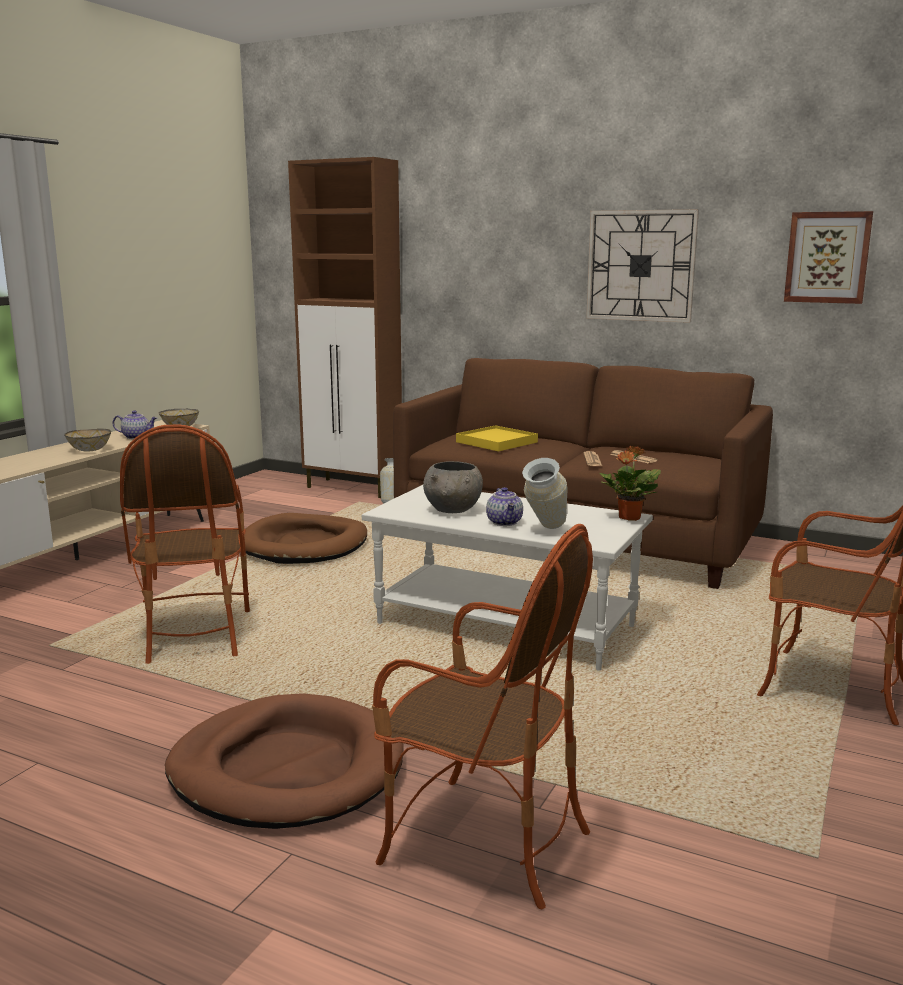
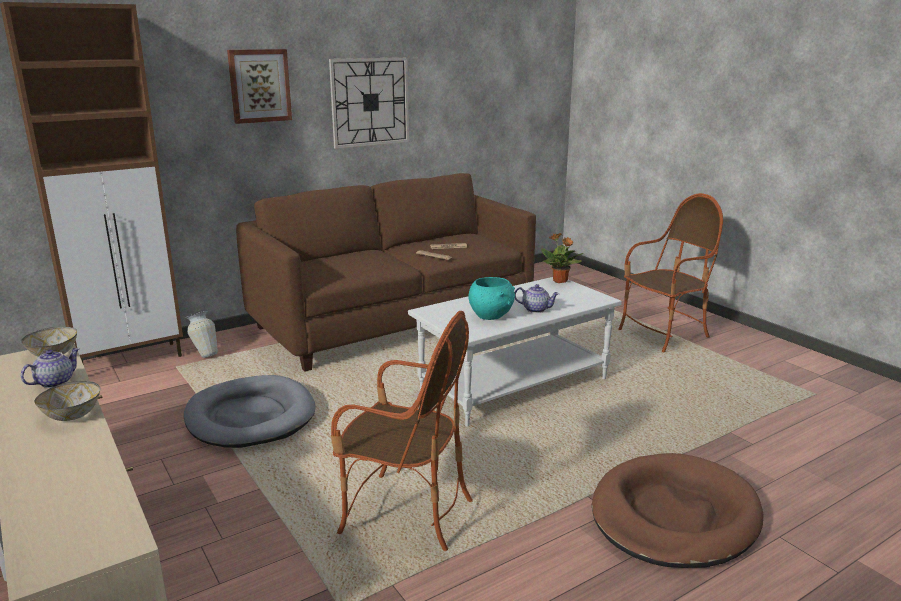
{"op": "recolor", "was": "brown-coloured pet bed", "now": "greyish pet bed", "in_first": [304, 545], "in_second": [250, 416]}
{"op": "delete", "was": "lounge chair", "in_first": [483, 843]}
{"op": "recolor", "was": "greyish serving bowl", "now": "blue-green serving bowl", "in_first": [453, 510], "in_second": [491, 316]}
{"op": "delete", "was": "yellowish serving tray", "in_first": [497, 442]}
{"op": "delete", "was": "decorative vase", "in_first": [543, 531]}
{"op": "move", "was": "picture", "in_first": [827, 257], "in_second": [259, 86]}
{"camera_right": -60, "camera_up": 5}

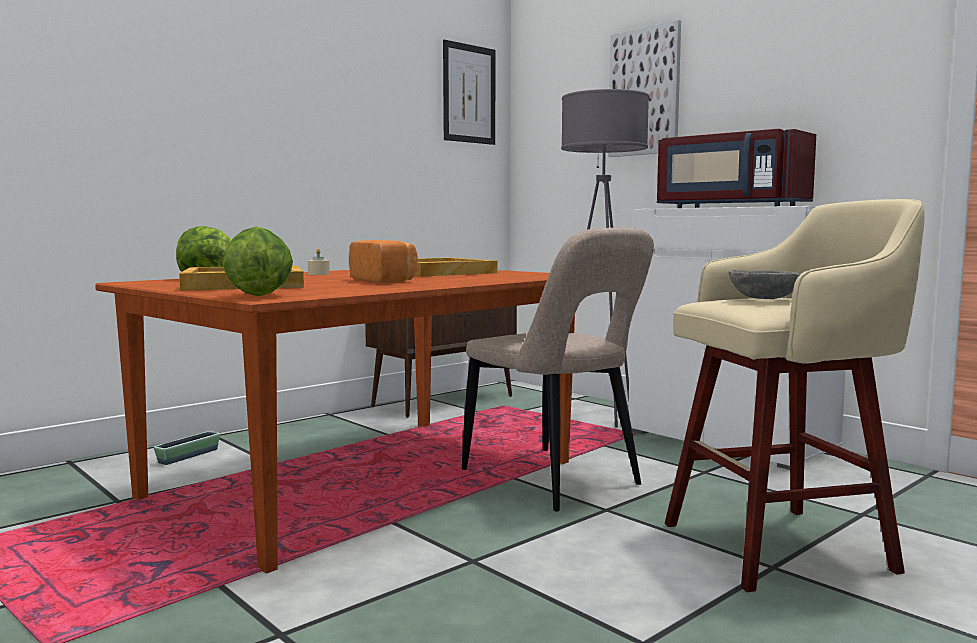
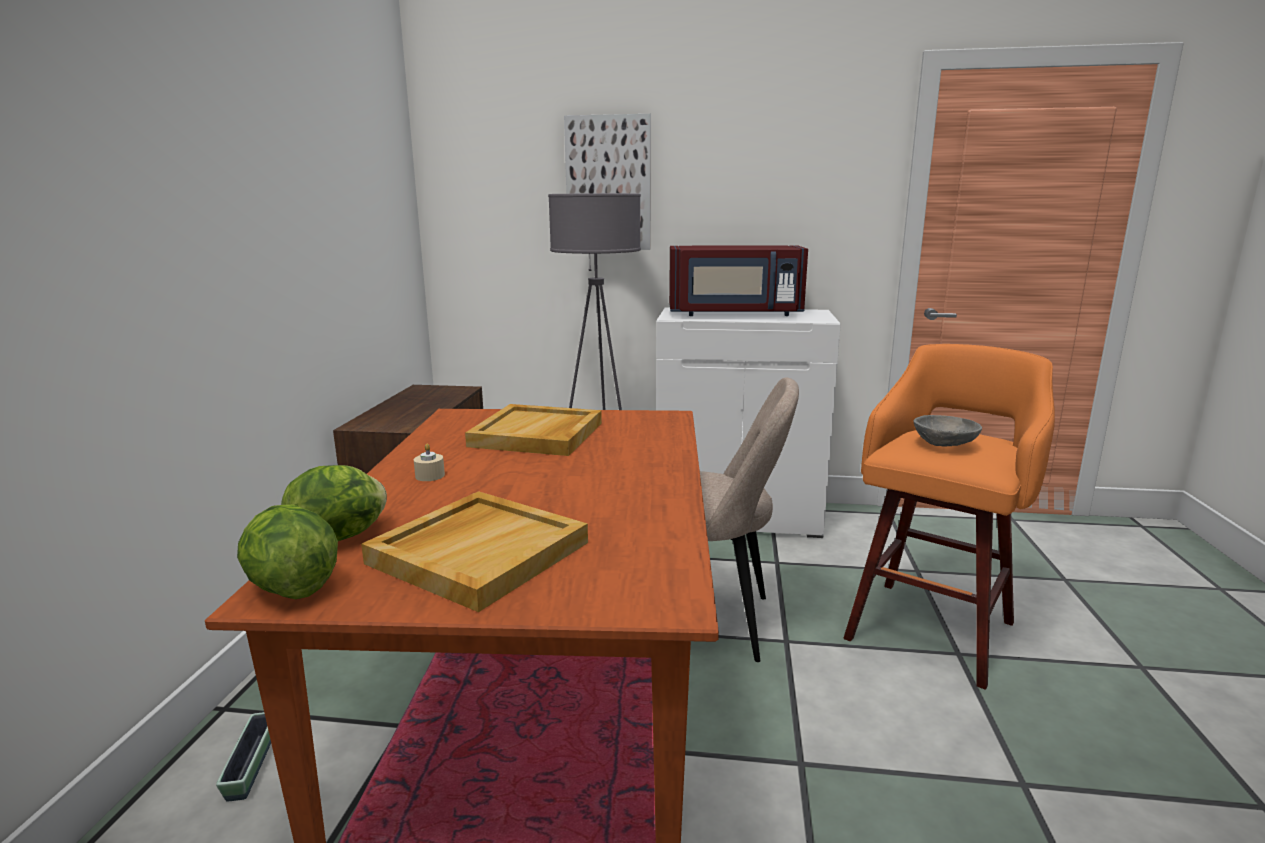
{"op": "move", "was": "lettuce head", "in_first": [259, 295], "in_second": [291, 588]}
{"op": "delete", "was": "baked bread", "in_first": [385, 281]}
{"op": "delete", "was": "picture", "in_first": [469, 94]}
{"op": "recolor", "was": "beige stool", "now": "orangey stool", "in_first": [783, 546], "in_second": [932, 627]}
{"camera_right": -40, "camera_up": 10}

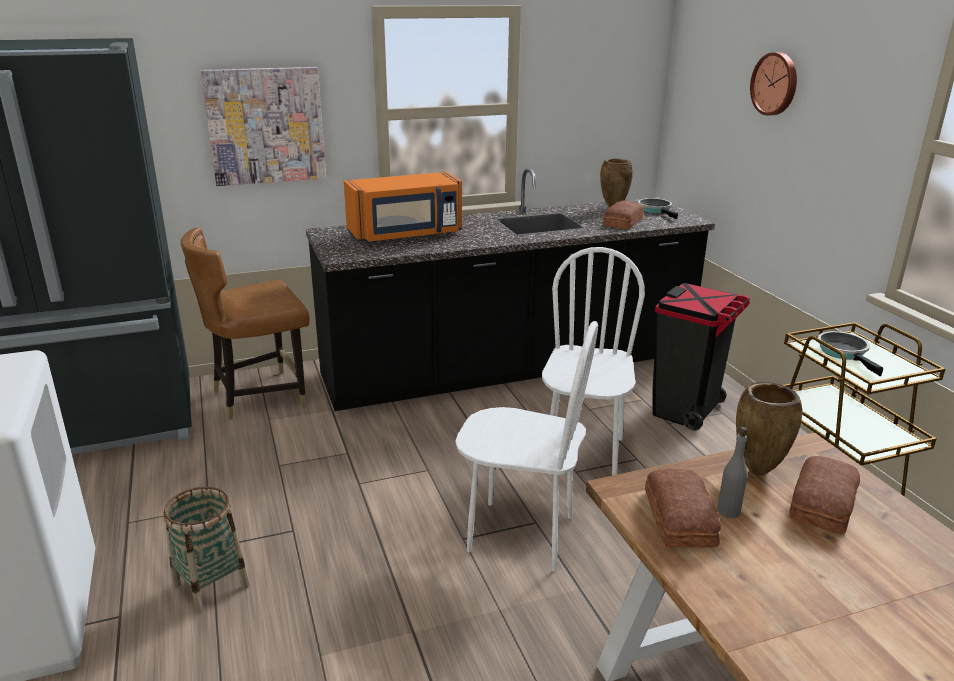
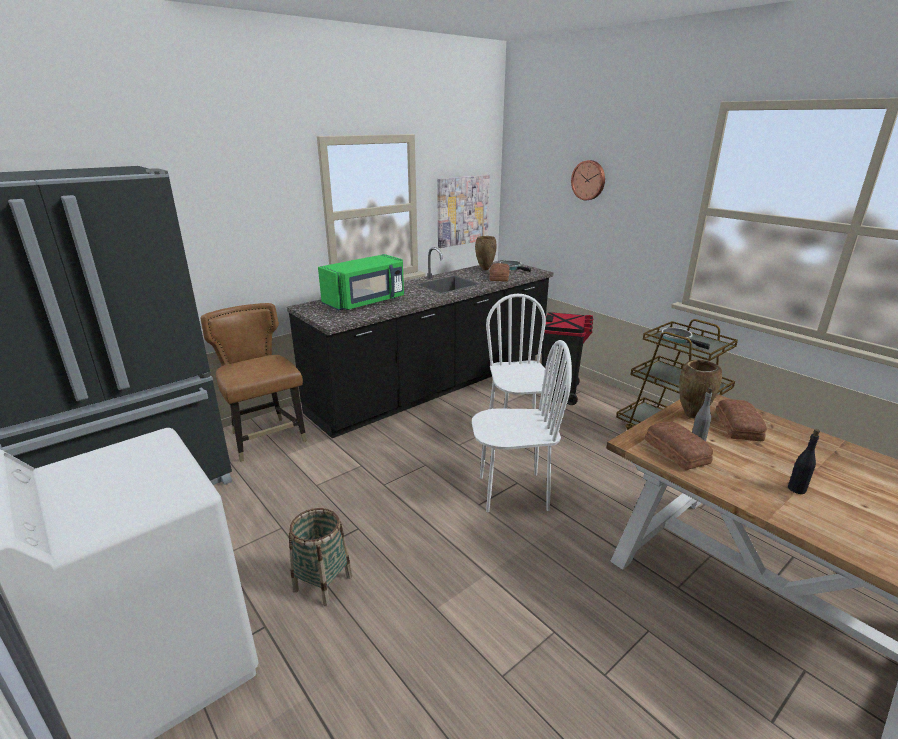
{"op": "rotate", "was": "brown-coloured plain chair", "in_first": [259, 396], "in_second": [266, 438], "clockwise": 105}
{"op": "move", "was": "picture", "in_first": [266, 126], "in_second": [462, 210]}
{"op": "recolor", "was": "orangey microwave oven", "now": "green microwave oven", "in_first": [406, 235], "in_second": [366, 302]}
{"op": "insert", "now": "blackish beverage bottle", "in_second": [796, 489]}
{"camera_right": -20, "camera_up": 0}

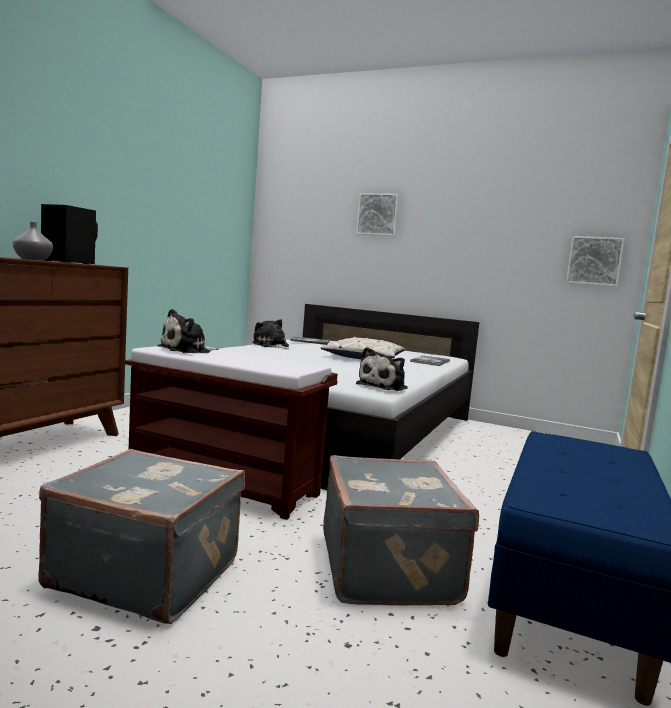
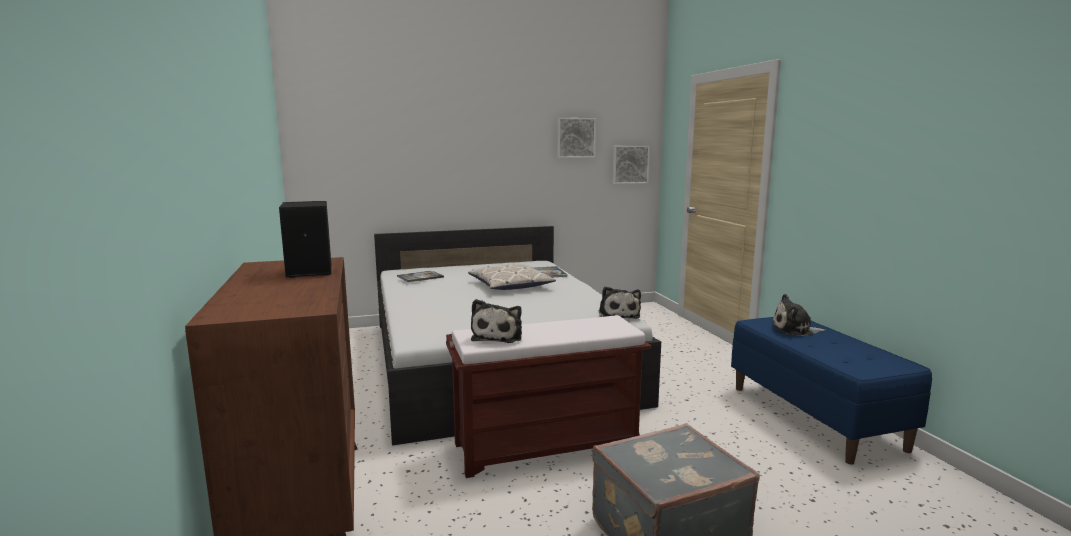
{"op": "delete", "was": "greyish decorative vase", "in_first": [32, 259]}
{"op": "move", "was": "plush toy", "in_first": [271, 345], "in_second": [795, 330]}
{"op": "delete", "was": "greyish suitcase", "in_first": [390, 568]}
{"op": "move", "was": "picture", "in_first": [378, 214], "in_second": [575, 137]}
{"camera_right": -40, "camera_up": 5}

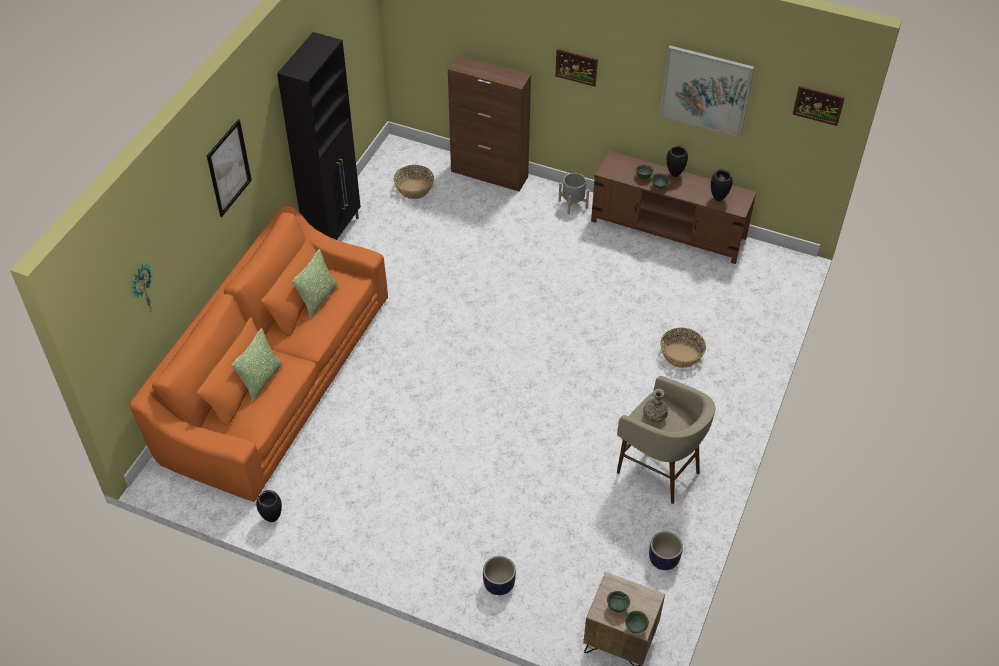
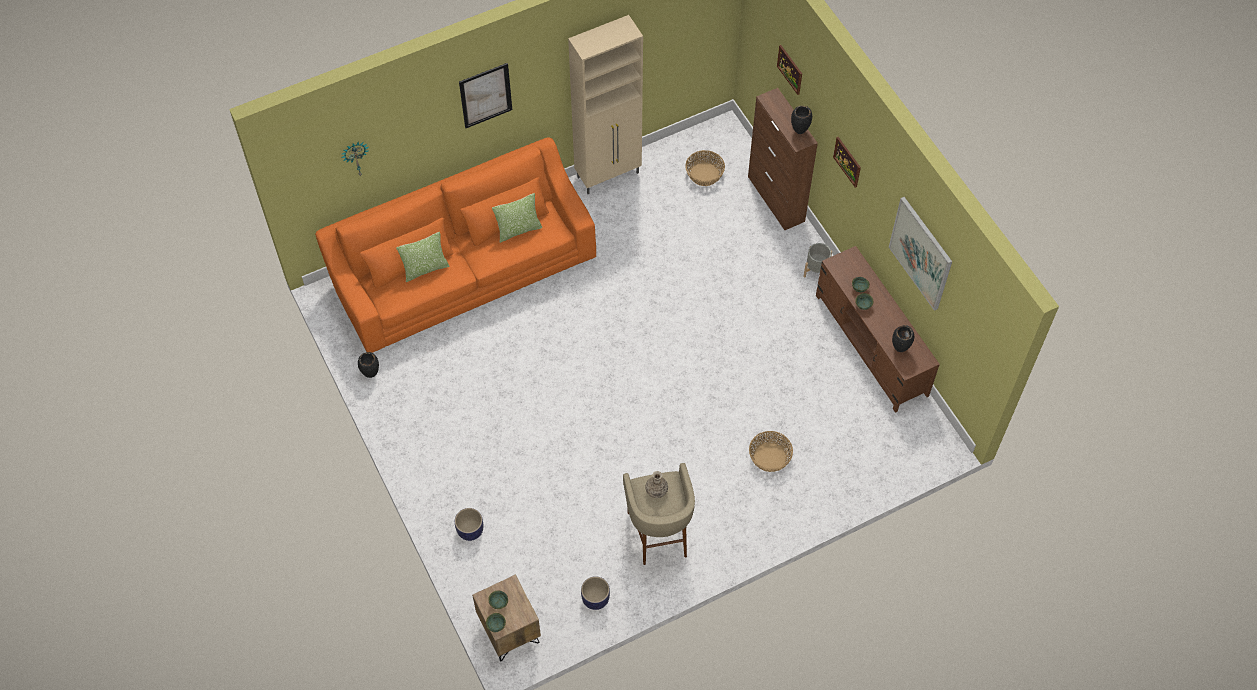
{"op": "recolor", "was": "blackish cupboard", "now": "beige cupboard", "in_first": [334, 233], "in_second": [609, 175]}
{"op": "move", "was": "blackish decorative vase", "in_first": [674, 175], "in_second": [799, 131]}
{"op": "move", "was": "picture", "in_first": [818, 105], "in_second": [790, 69]}
{"camera_right": 40, "camera_up": 10}

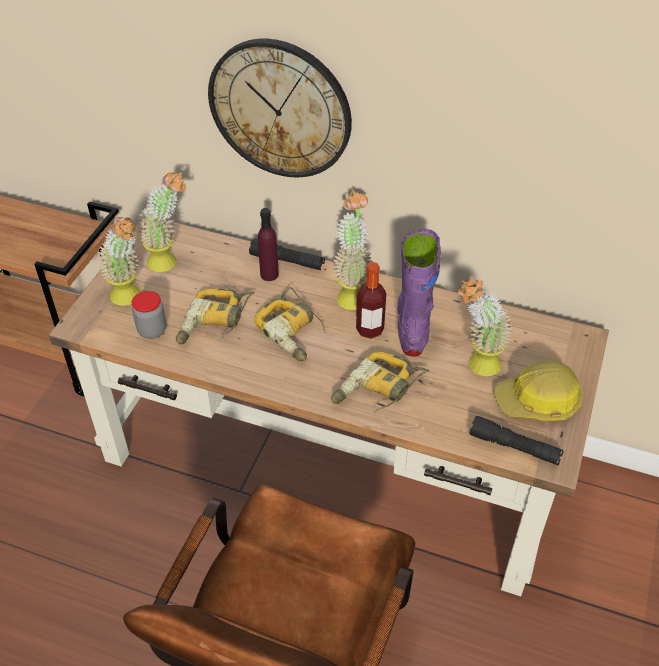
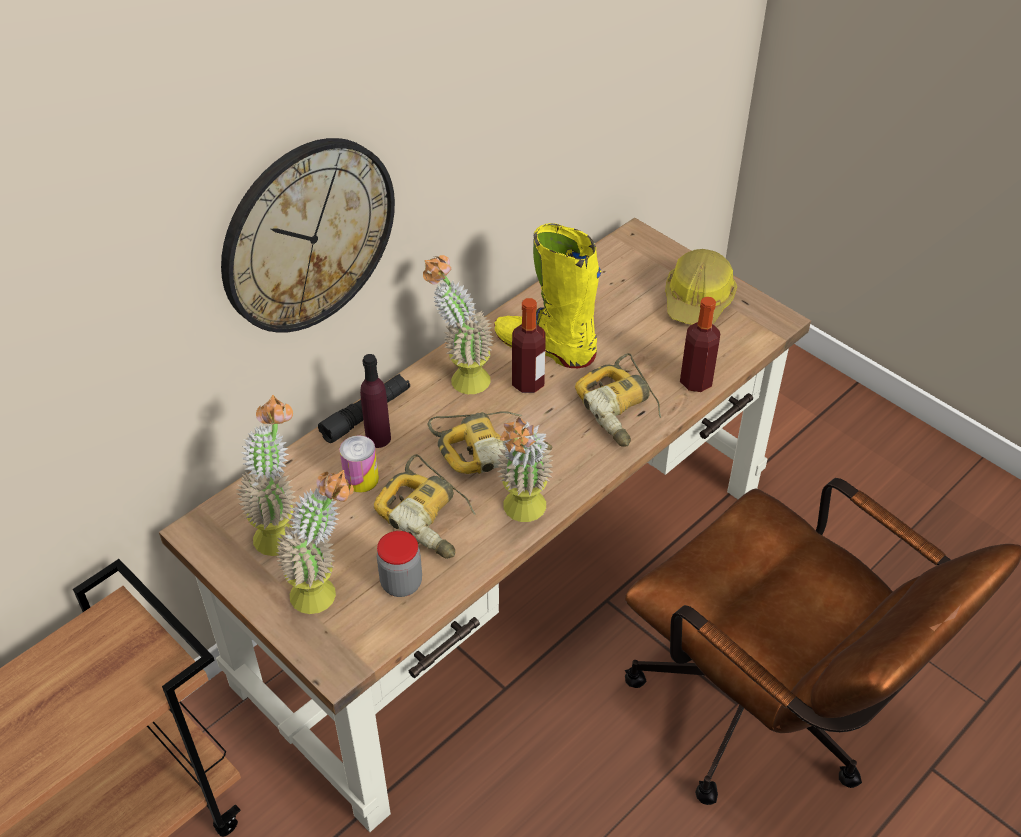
{"op": "recolor", "was": "purple-coloured boot", "now": "yellowish boot", "in_first": [412, 327], "in_second": [545, 348]}
{"op": "move", "was": "plant in a pot", "in_first": [476, 366], "in_second": [523, 514]}
{"op": "delete", "was": "blackish hand torch", "in_first": [514, 447]}
{"op": "insert", "now": "metal can", "in_second": [361, 479]}
{"op": "insert", "now": "beverage bottle", "in_second": [696, 381]}
{"camera_right": -65, "camera_up": 0}

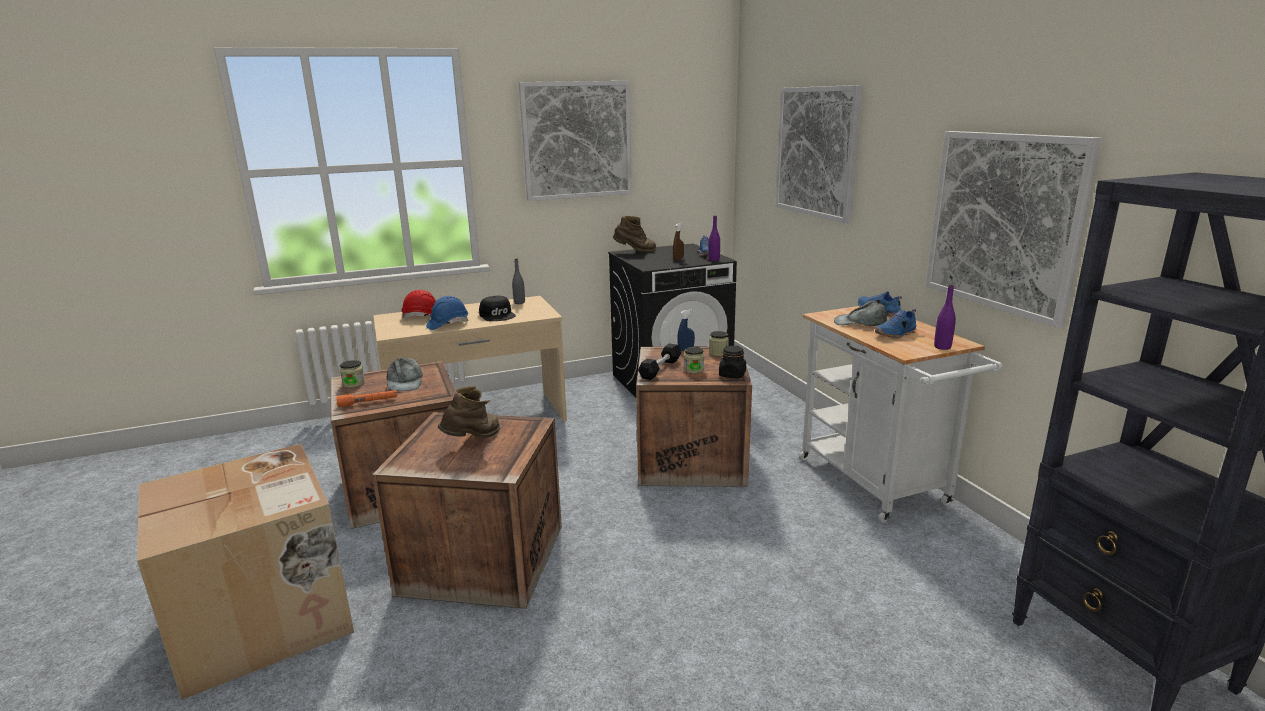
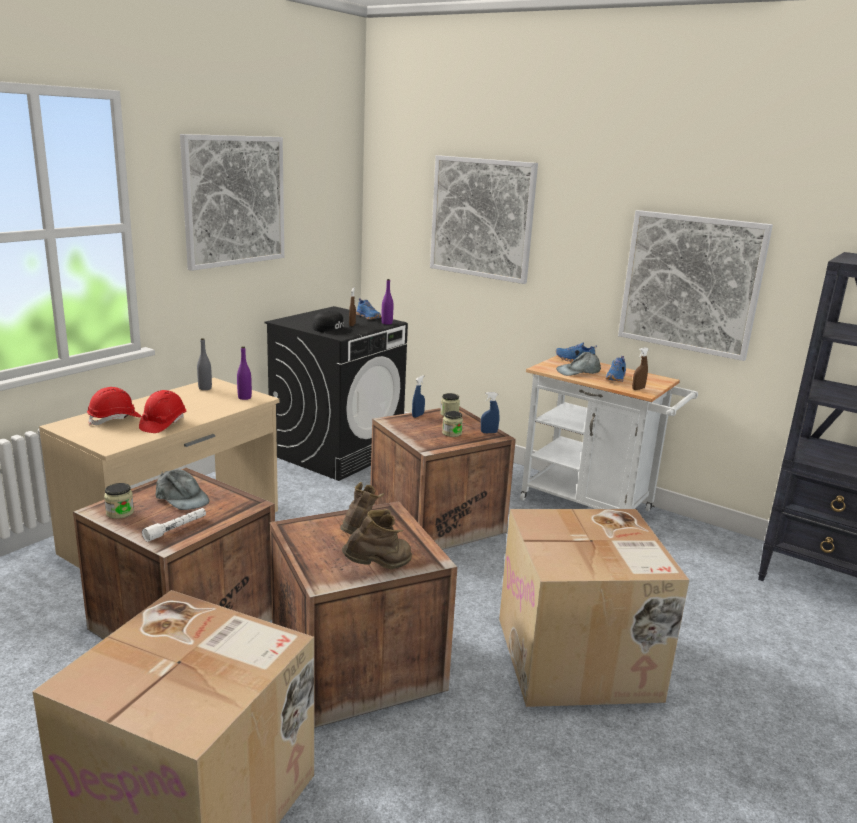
{"op": "recolor", "was": "orangey hand torch", "now": "whitish hand torch", "in_first": [368, 402], "in_second": [176, 529]}
{"op": "recolor", "was": "blue safety helmet", "now": "reddish safety helmet", "in_first": [448, 324], "in_second": [163, 424]}
{"op": "move", "was": "blackish peaked cap", "in_first": [498, 315], "in_second": [332, 329]}
{"op": "move", "was": "brown-coloured boot", "in_first": [635, 252], "in_second": [379, 568]}
{"op": "delete", "was": "blackish free weight", "in_first": [660, 369]}
{"op": "replace", "was": "blackish jar", "now": "blue sprayer", "in_first": [732, 375], "in_second": [489, 432]}
{"op": "move", "was": "purple-coloured beverage bottle", "in_first": [942, 347], "in_second": [244, 397]}
{"op": "insert", "now": "packing box", "in_second": [579, 659]}
{"op": "insert", "now": "brown-coloured sprayer", "in_second": [638, 389]}
{"camera_right": -35, "camera_up": 0}

